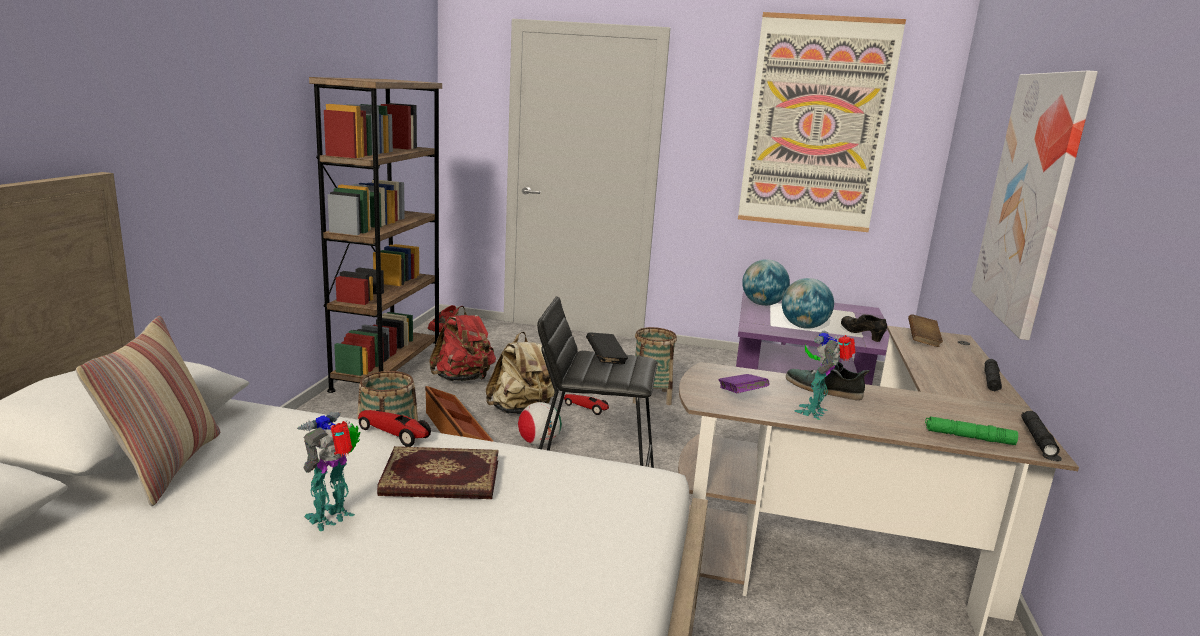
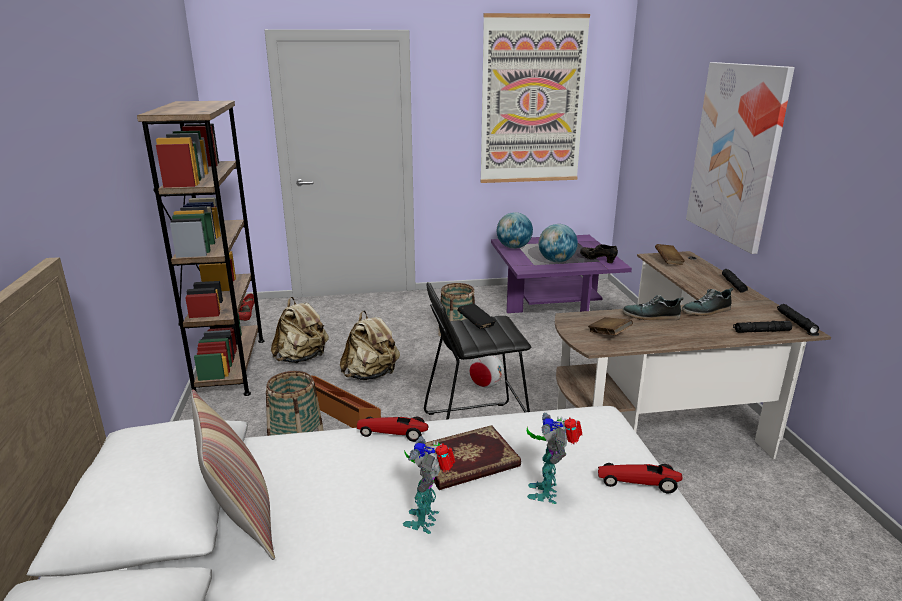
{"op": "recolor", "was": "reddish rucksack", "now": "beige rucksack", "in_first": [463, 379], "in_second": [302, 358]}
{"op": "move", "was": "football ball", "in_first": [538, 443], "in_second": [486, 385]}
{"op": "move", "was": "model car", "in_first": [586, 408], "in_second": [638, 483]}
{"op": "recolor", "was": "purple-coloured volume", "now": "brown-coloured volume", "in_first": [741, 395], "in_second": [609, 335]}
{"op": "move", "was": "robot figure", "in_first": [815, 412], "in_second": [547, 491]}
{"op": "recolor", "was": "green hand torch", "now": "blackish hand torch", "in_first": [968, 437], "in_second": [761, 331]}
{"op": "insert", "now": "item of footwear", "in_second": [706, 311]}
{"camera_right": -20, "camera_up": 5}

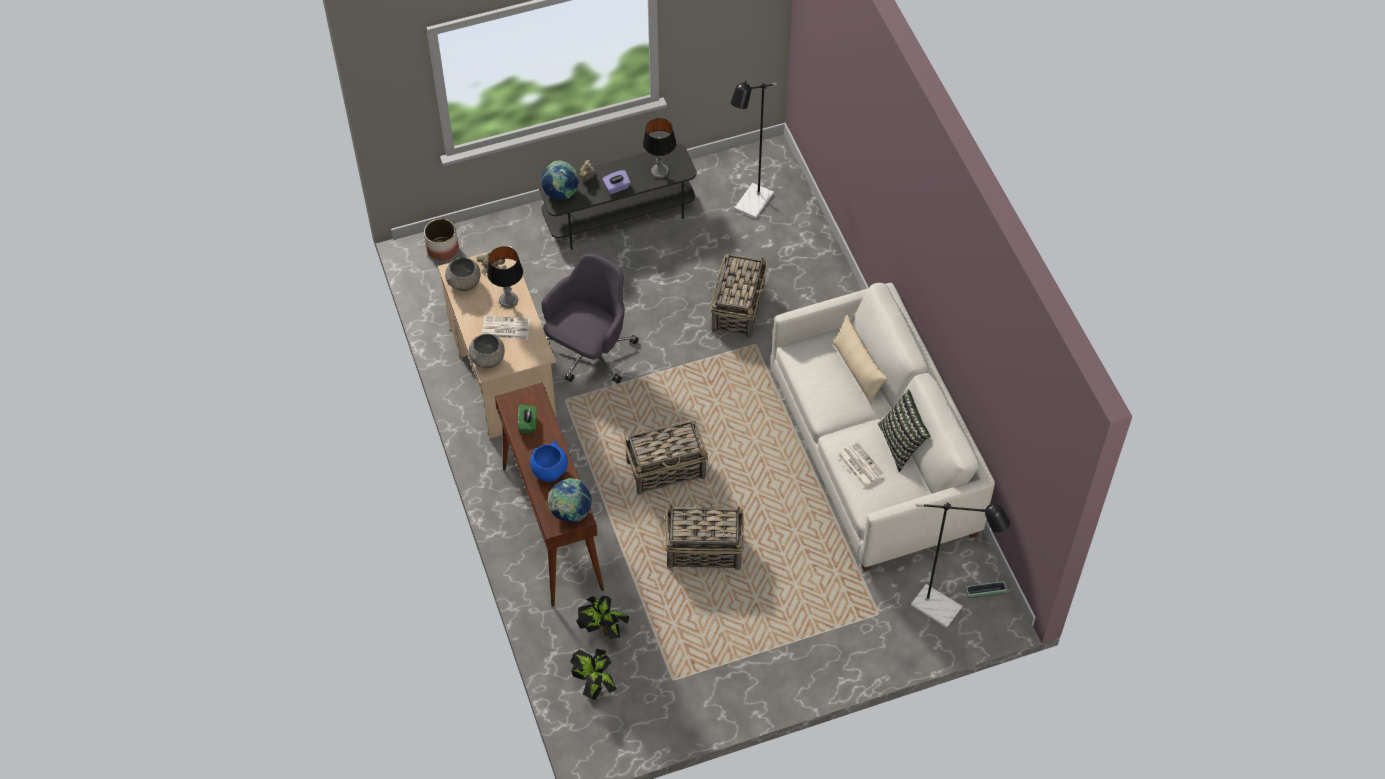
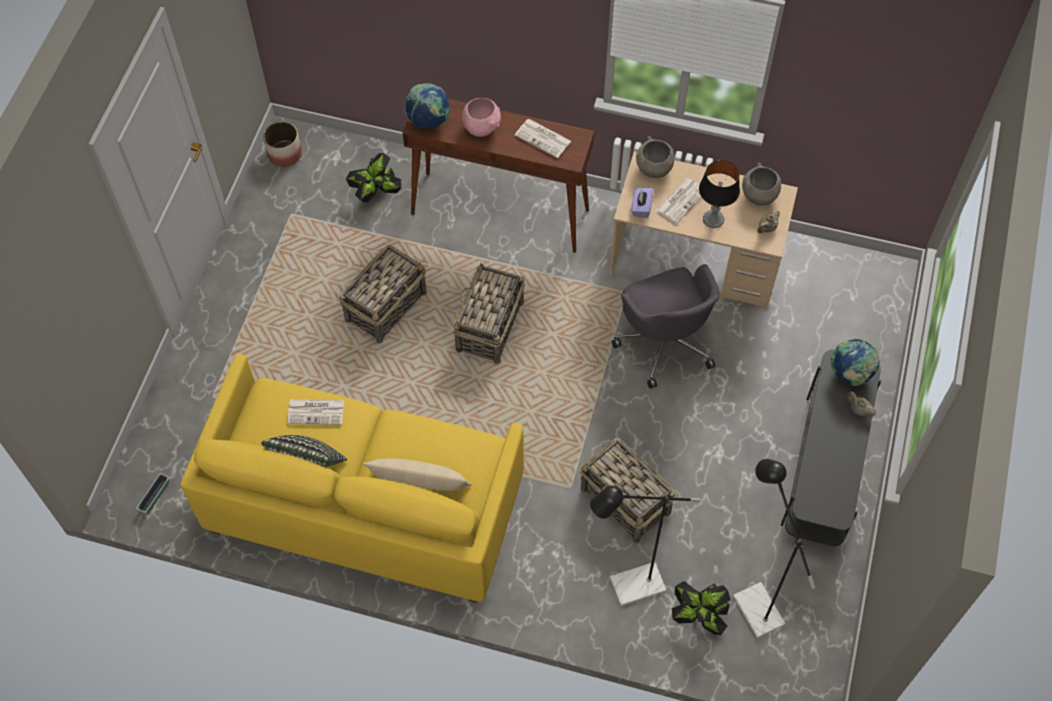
{"op": "move", "was": "flower pot", "in_first": [442, 248], "in_second": [285, 154]}
{"op": "replace", "was": "green tissue box", "now": "newspaper", "in_first": [528, 424], "in_second": [543, 138]}
{"op": "recolor", "was": "blue serving bowl", "now": "pinkish serving bowl", "in_first": [549, 471], "in_second": [481, 128]}
{"op": "move", "was": "plant in a pot", "in_first": [595, 684], "in_second": [699, 616]}
{"op": "move", "was": "purple-coloured tissue box", "in_first": [616, 187], "in_second": [641, 207]}
{"op": "delete", "was": "table lamp", "in_first": [660, 171]}
{"op": "recolor", "was": "whitish couch", "now": "yellowish couch", "in_first": [873, 455], "in_second": [365, 505]}
{"op": "move", "was": "blackish standing lamp", "in_first": [944, 611], "in_second": [628, 587]}
{"camera_right": 125, "camera_up": 5}

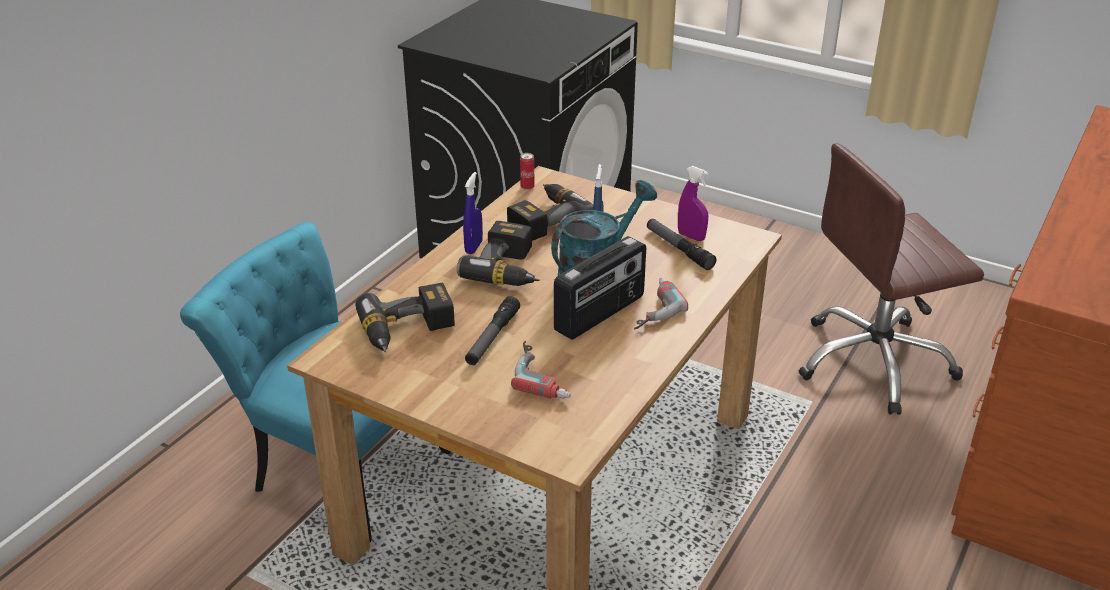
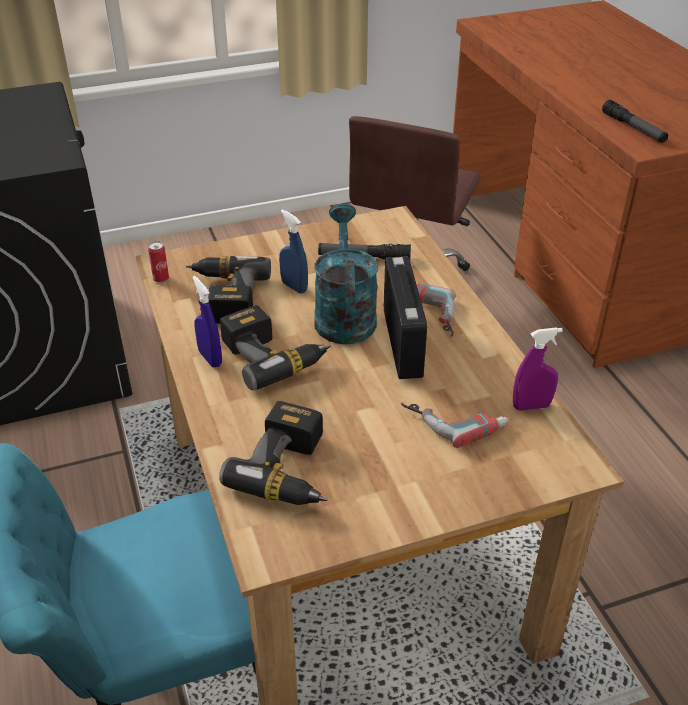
{"op": "move", "was": "hand torch", "in_first": [492, 338], "in_second": [633, 128]}
{"op": "move", "was": "purple-coloured sprayer", "in_first": [691, 236], "in_second": [531, 406]}
{"camera_right": -50, "camera_up": 5}

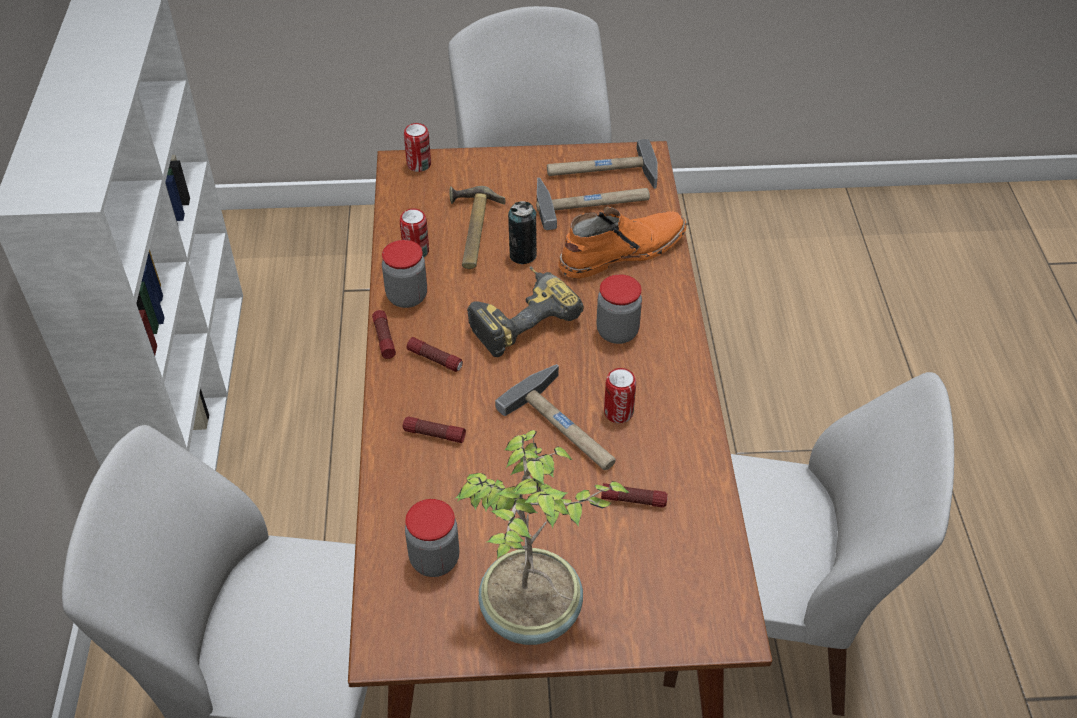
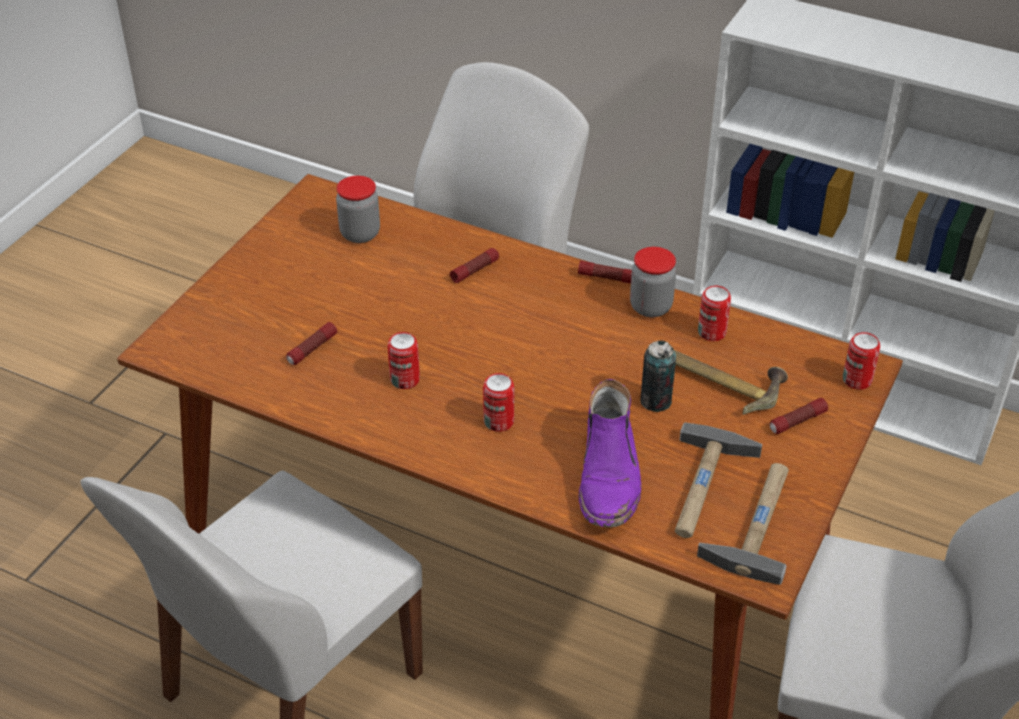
{"op": "move", "was": "hand torch", "in_first": [435, 359], "in_second": [797, 422]}
{"op": "delete", "was": "plant in a pot", "in_first": [532, 615]}
{"op": "delete", "was": "drill", "in_first": [520, 317]}
{"op": "delete", "was": "hammer", "in_first": [566, 426]}
{"op": "recolor", "was": "orangey boot", "now": "purple-coloured boot", "in_first": [621, 251], "in_second": [609, 476]}
{"op": "replace", "was": "jar", "now": "metal can", "in_first": [617, 332], "in_second": [498, 421]}
{"camera_right": 120, "camera_up": -5}

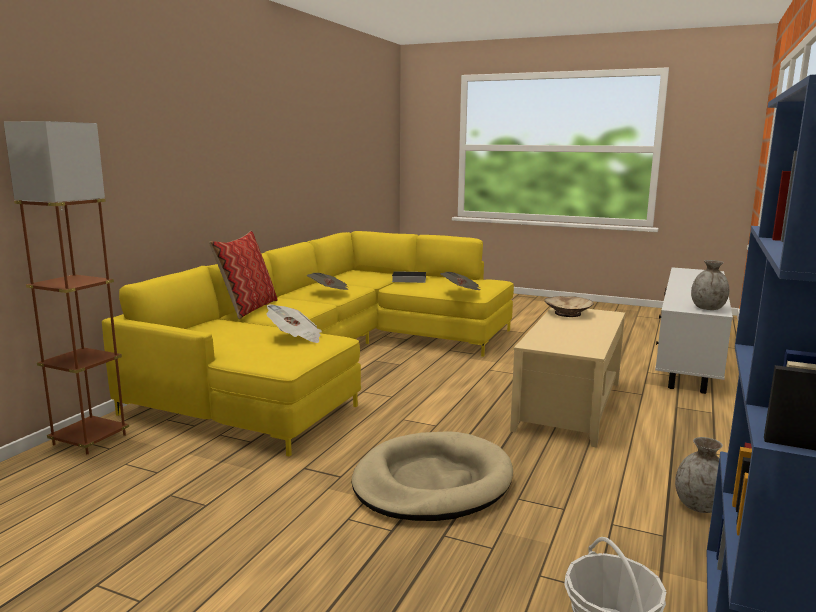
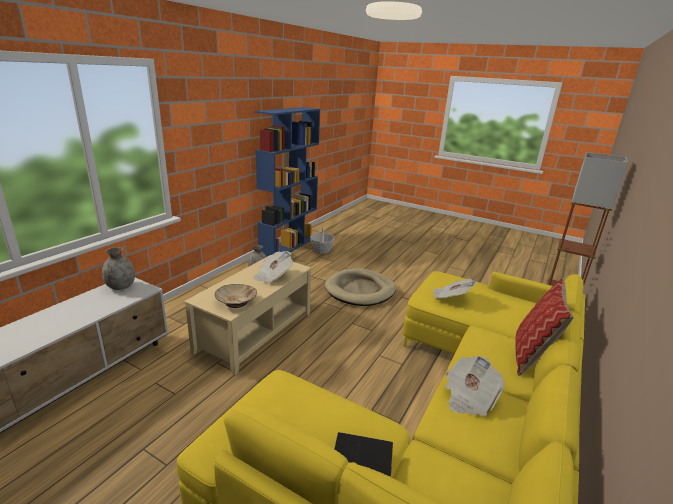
{"op": "move", "was": "newspaper", "in_first": [462, 292], "in_second": [273, 276]}
{"camera_right": -175, "camera_up": 10}

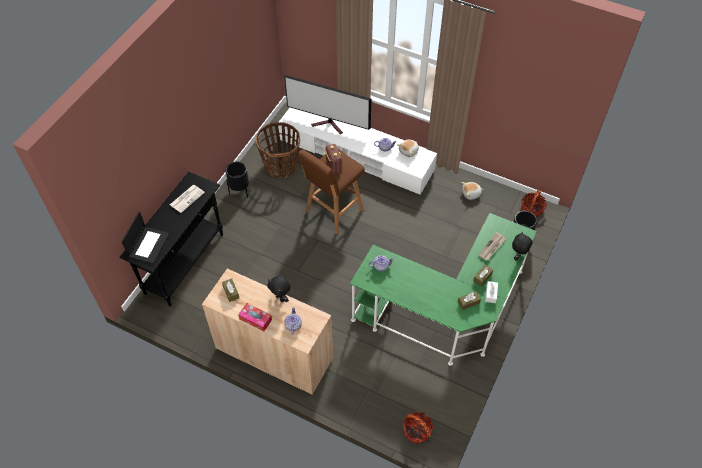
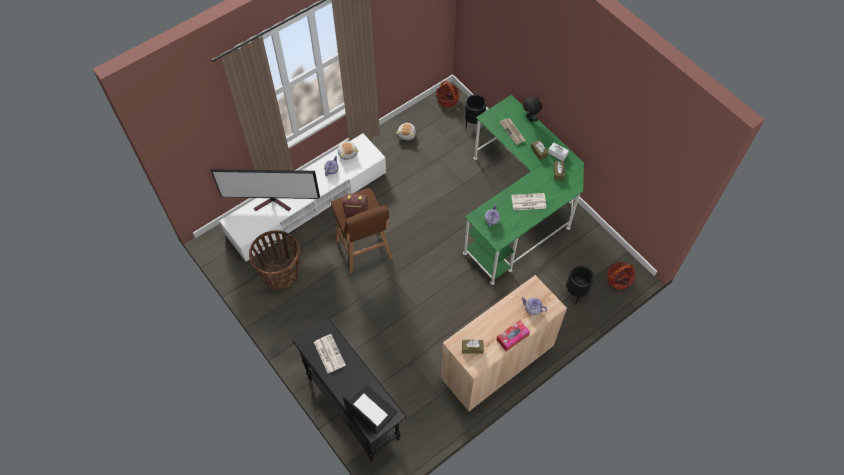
{"op": "move", "was": "blackish flower pot", "in_first": [239, 191], "in_second": [575, 293]}
{"op": "delete", "was": "blackish plush toy", "in_first": [280, 298]}
{"op": "rotate", "was": "television", "in_first": [329, 125], "in_second": [274, 203], "clockwise": 45}
{"op": "insert", "now": "newspaper", "in_second": [528, 202]}
{"camera_right": -65, "camera_up": 5}

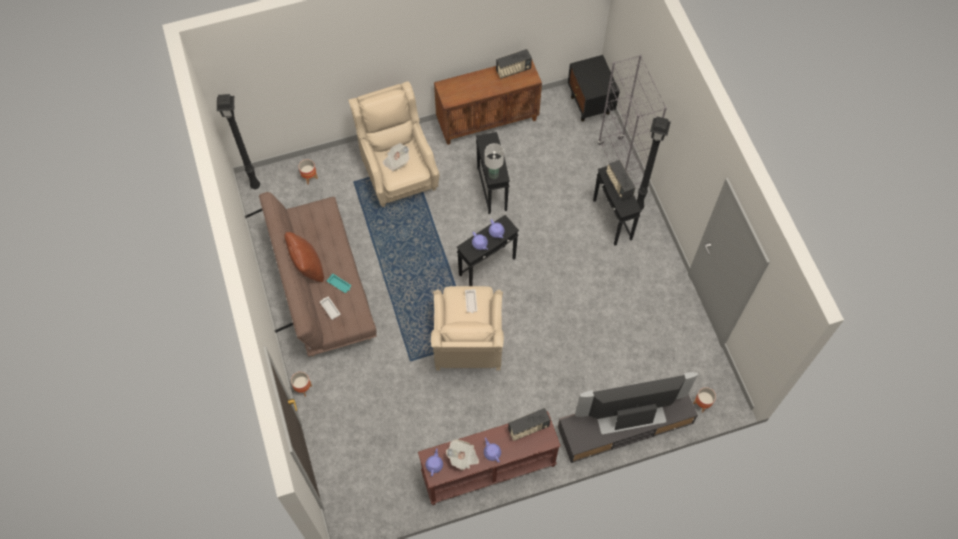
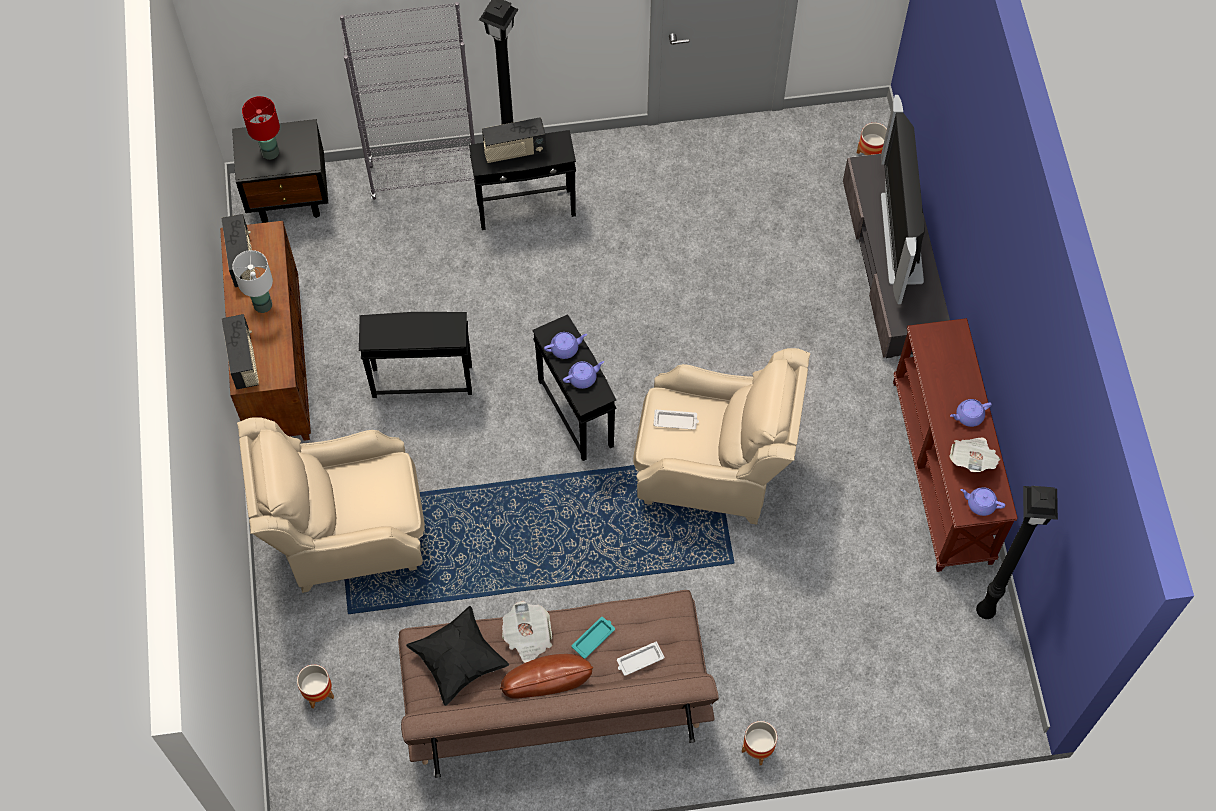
{"op": "move", "was": "blackish standing lamp", "in_first": [256, 185], "in_second": [984, 610]}
{"op": "move", "was": "newspaper", "in_first": [396, 161], "in_second": [527, 637]}
{"op": "move", "was": "whitish table lamp", "in_first": [494, 175], "in_second": [263, 304]}
{"op": "move", "was": "radio set", "in_first": [528, 428], "in_second": [244, 361]}
{"op": "insert", "now": "reddish table lamp", "in_second": [270, 153]}
{"op": "insert", "now": "blackish throw pillow", "in_second": [458, 660]}
{"camera_right": -80, "camera_up": 0}

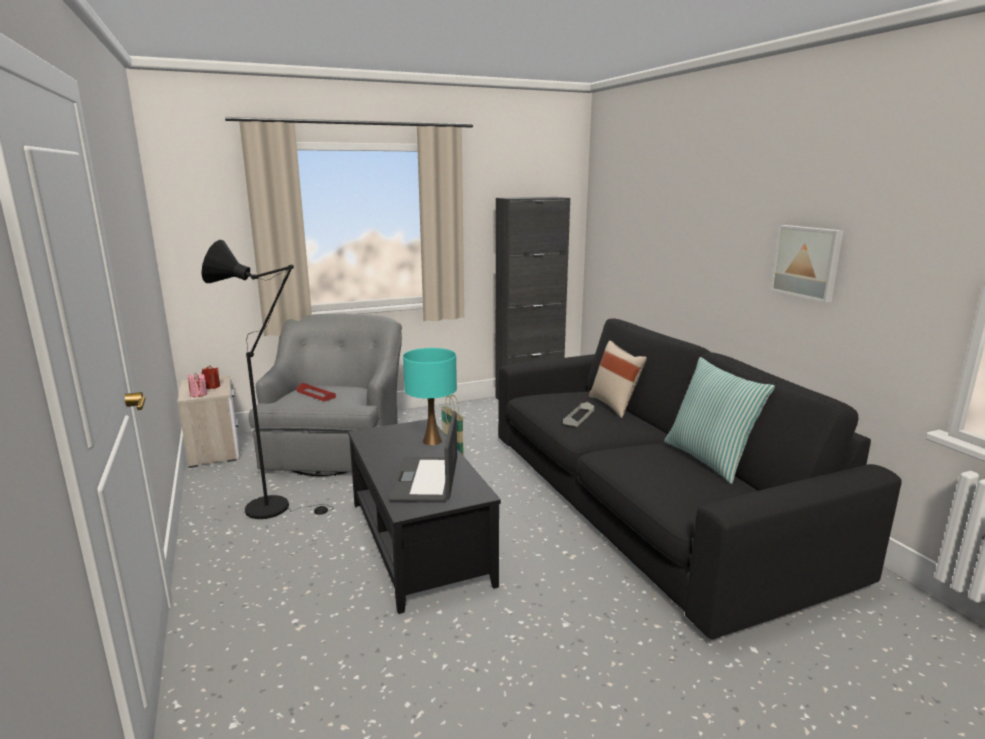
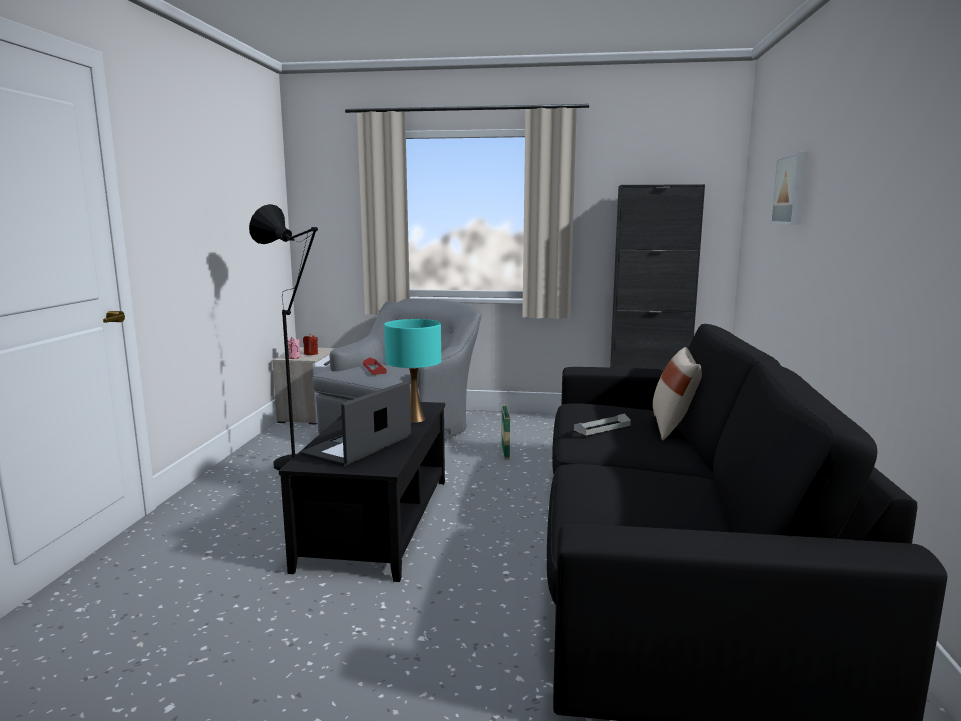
{"op": "delete", "was": "throw pillow", "in_first": [709, 459]}
{"op": "move", "was": "picture", "in_first": [807, 262], "in_second": [792, 189]}
{"camera_right": 30, "camera_up": -5}

